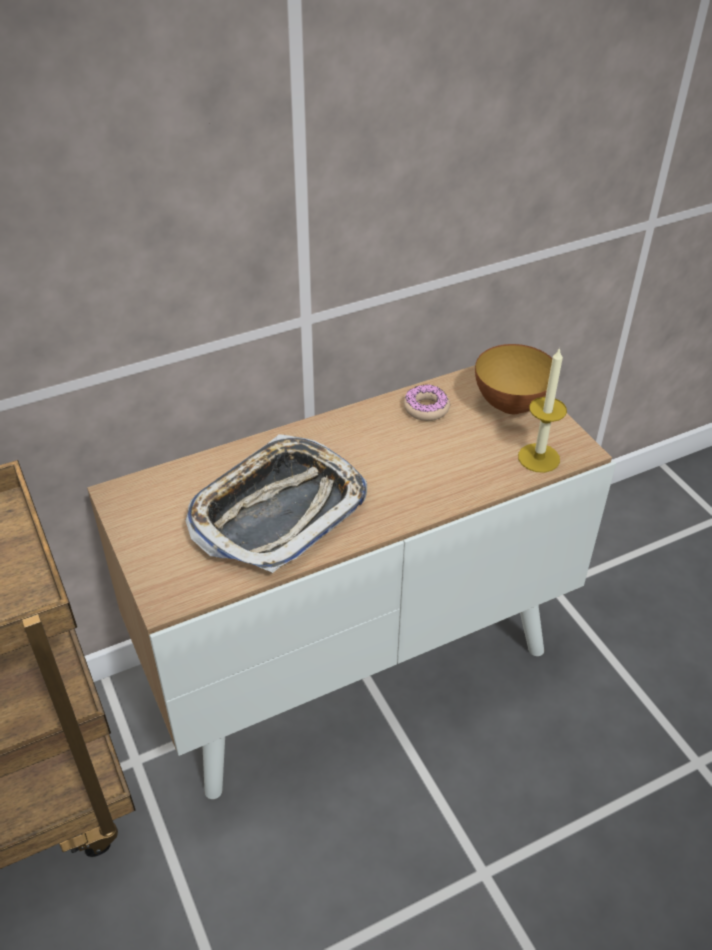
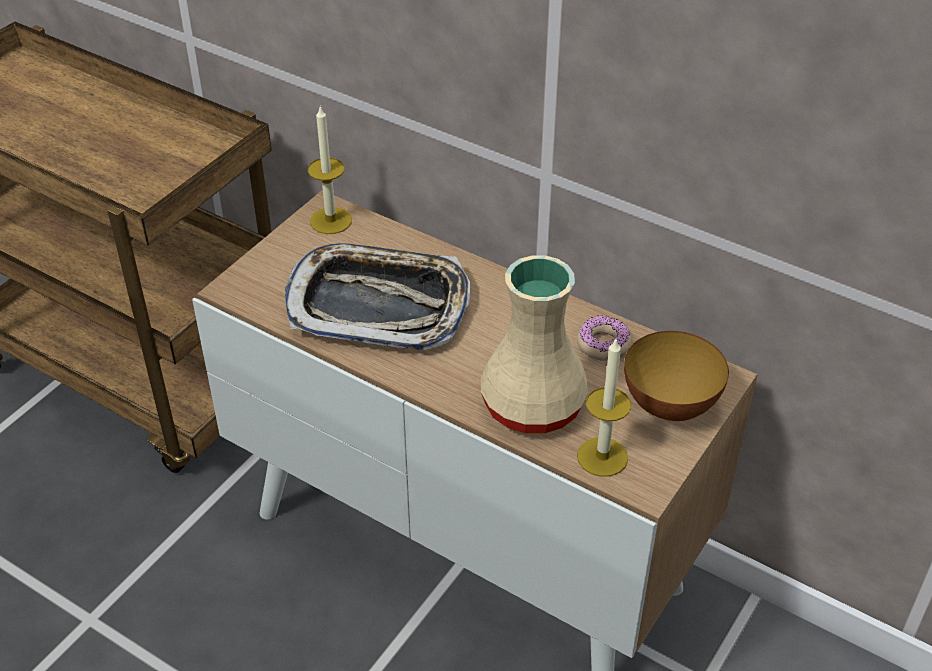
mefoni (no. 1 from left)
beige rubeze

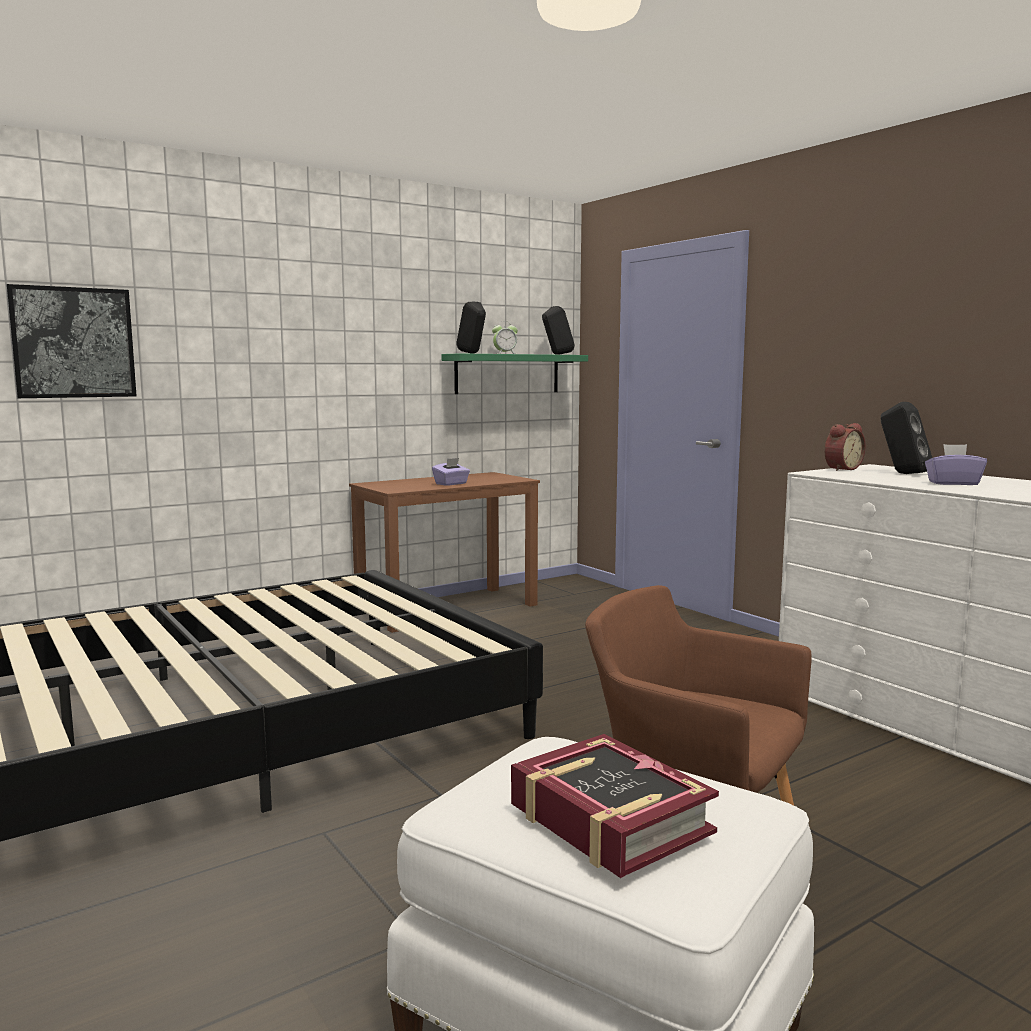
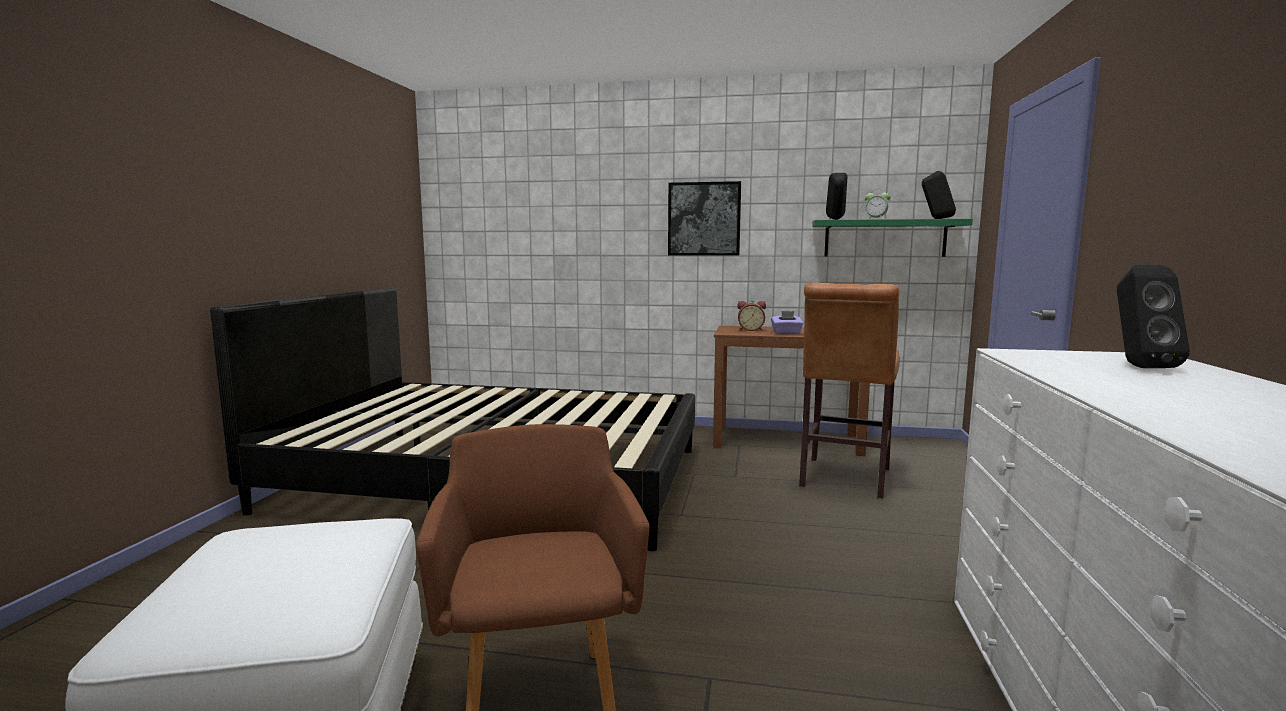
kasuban
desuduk
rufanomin (no. 1 from left)
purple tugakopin (no. 2 from left in the first image)
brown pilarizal

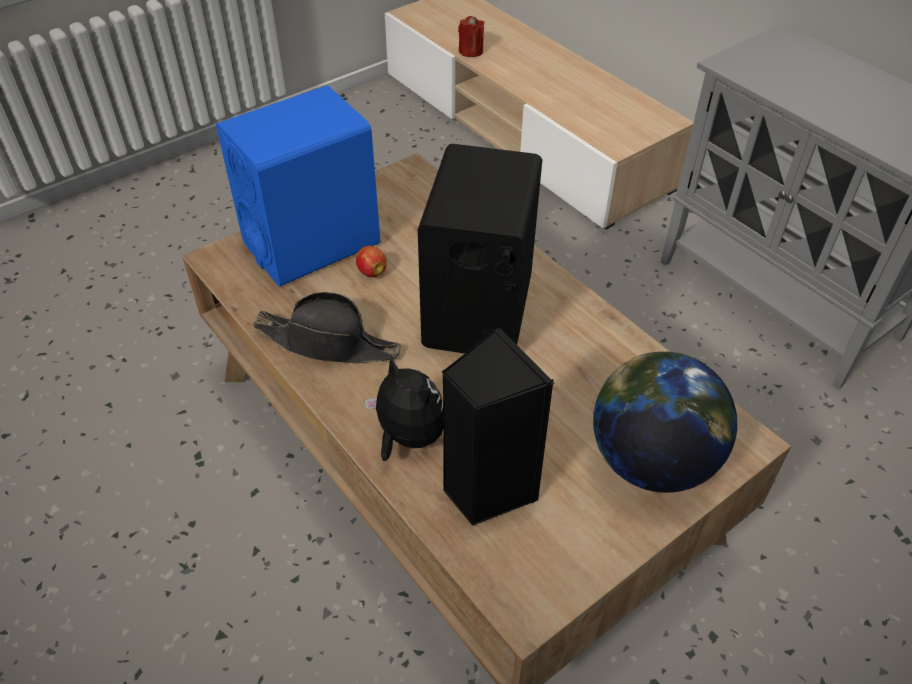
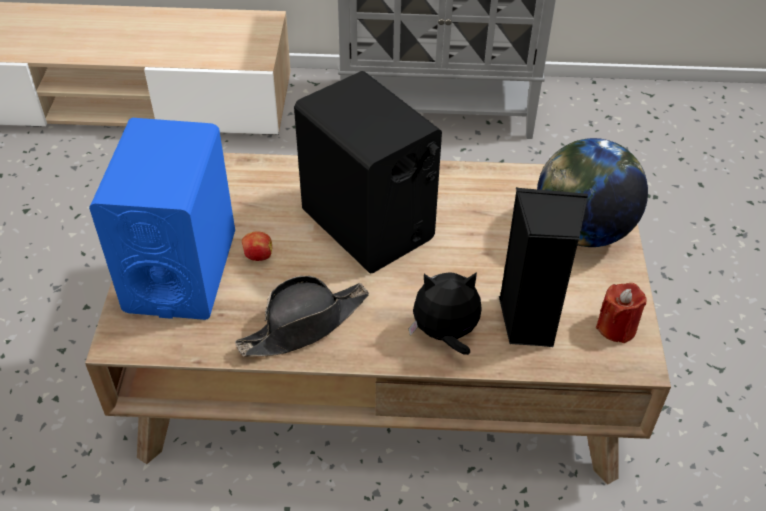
red mefoni

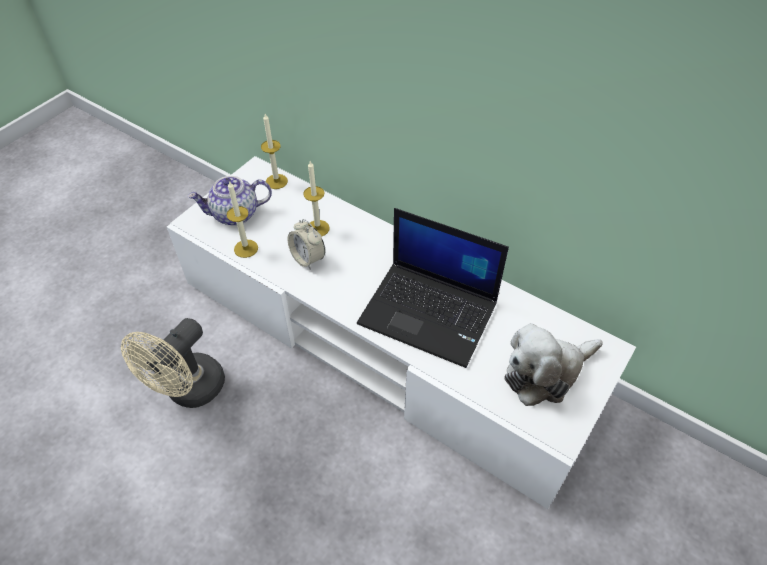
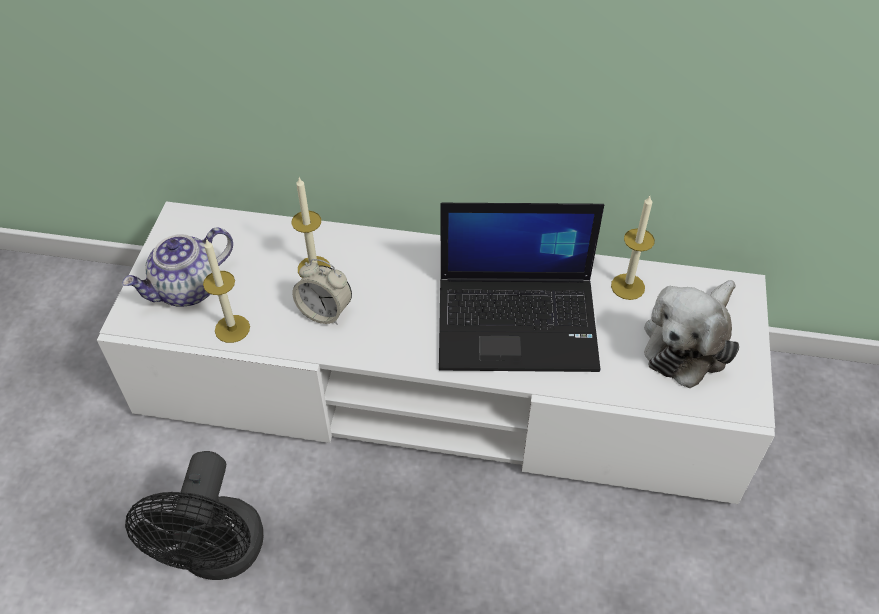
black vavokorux
mefoni (no. 3 from left)

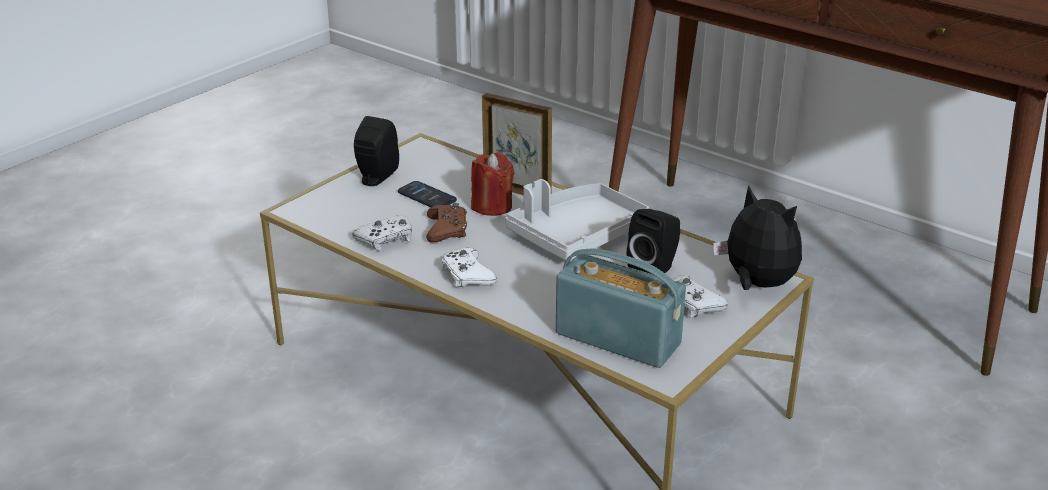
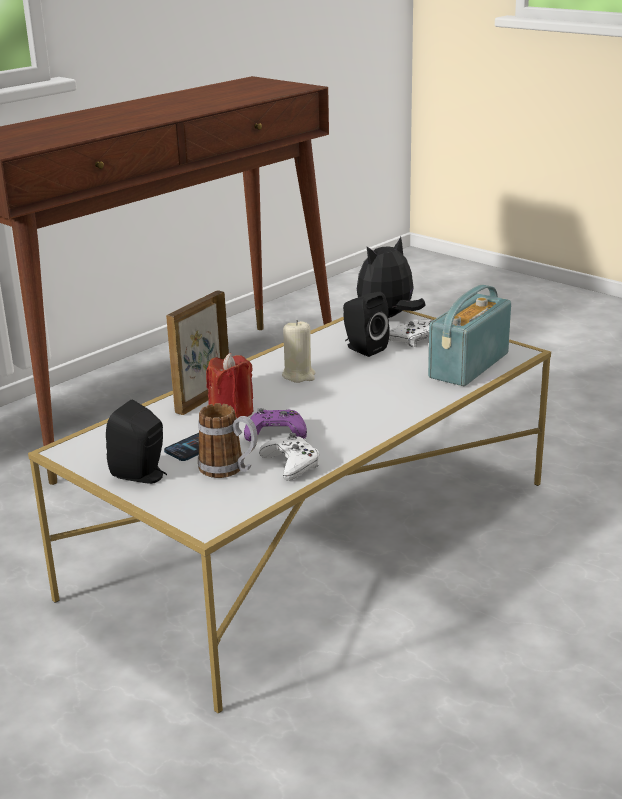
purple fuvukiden
white fuvukiden (no. 2 from left in the first image)
beige mefoni
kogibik

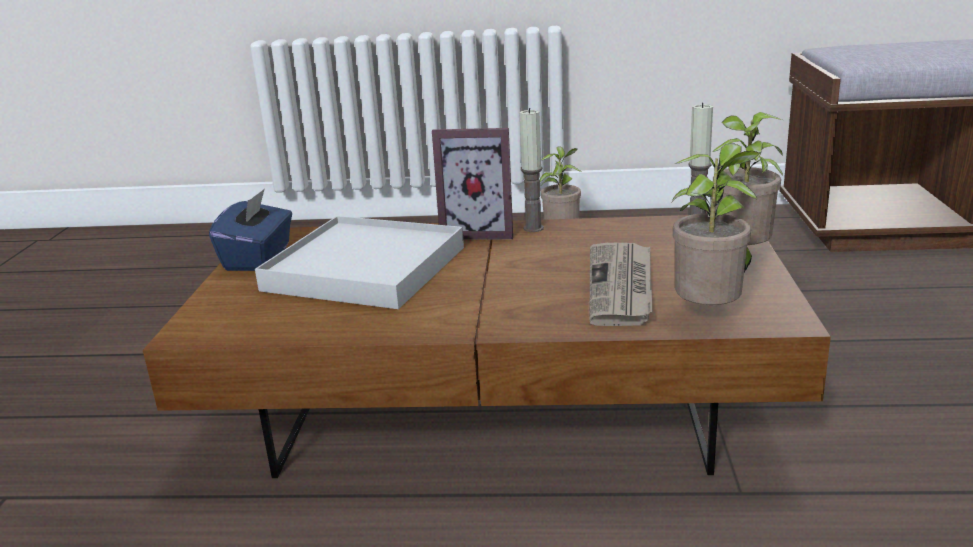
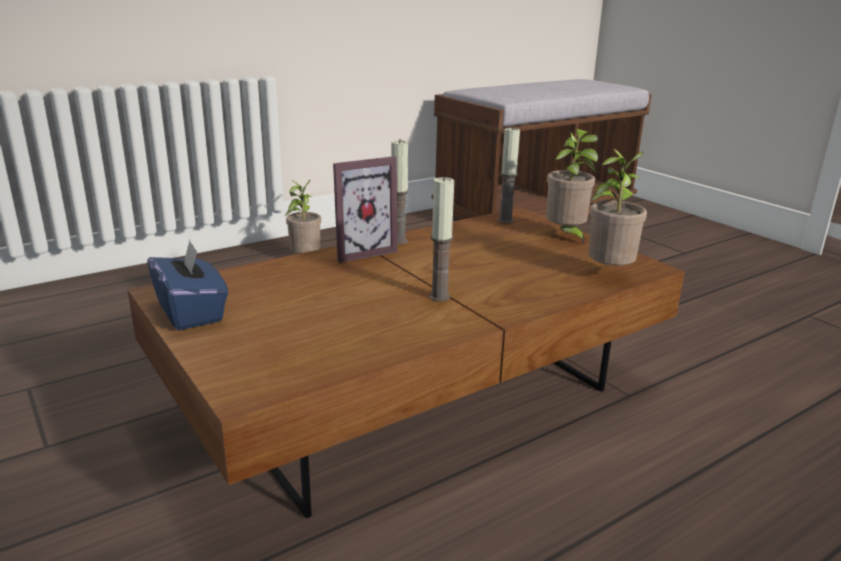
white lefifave
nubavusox
mefoni (no. 2 from left)

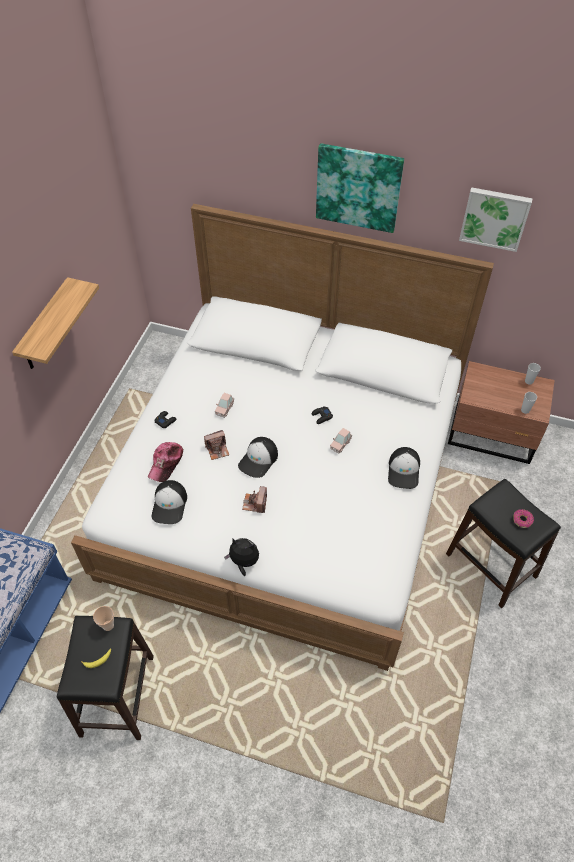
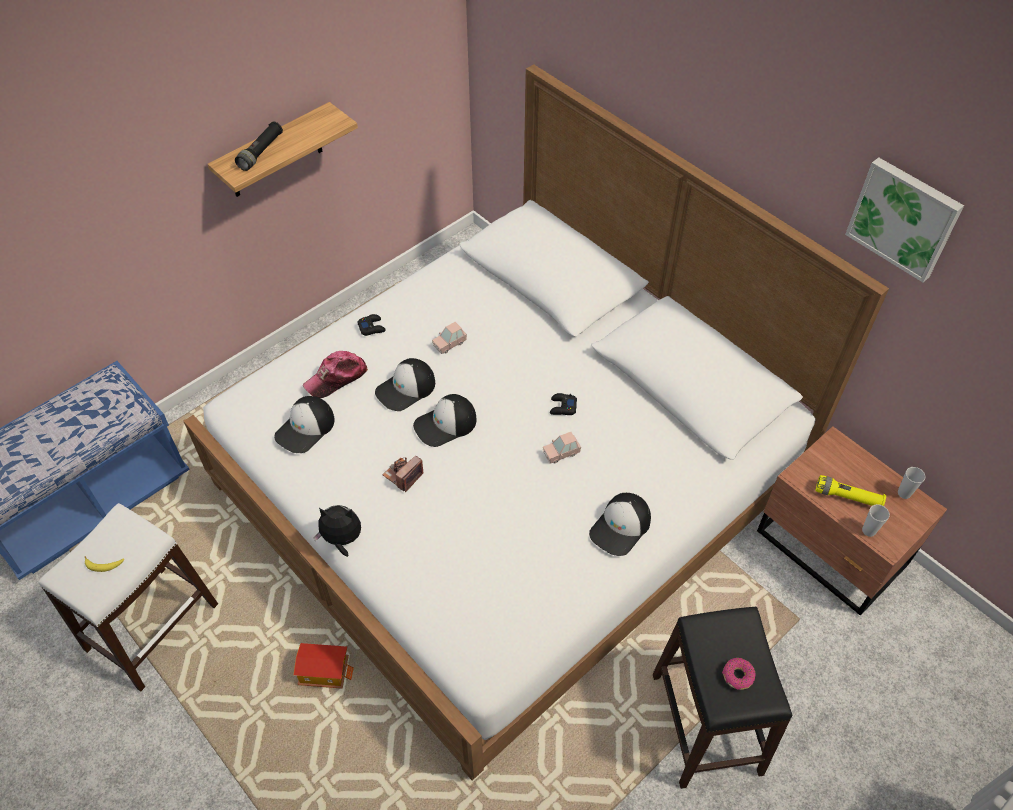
white pilarizal
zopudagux (no. 1 from left in the first image)
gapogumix (no. 3 from left)
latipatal
kasuban (no. 1 from left in the first image)
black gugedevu
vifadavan
yellow gugedevu

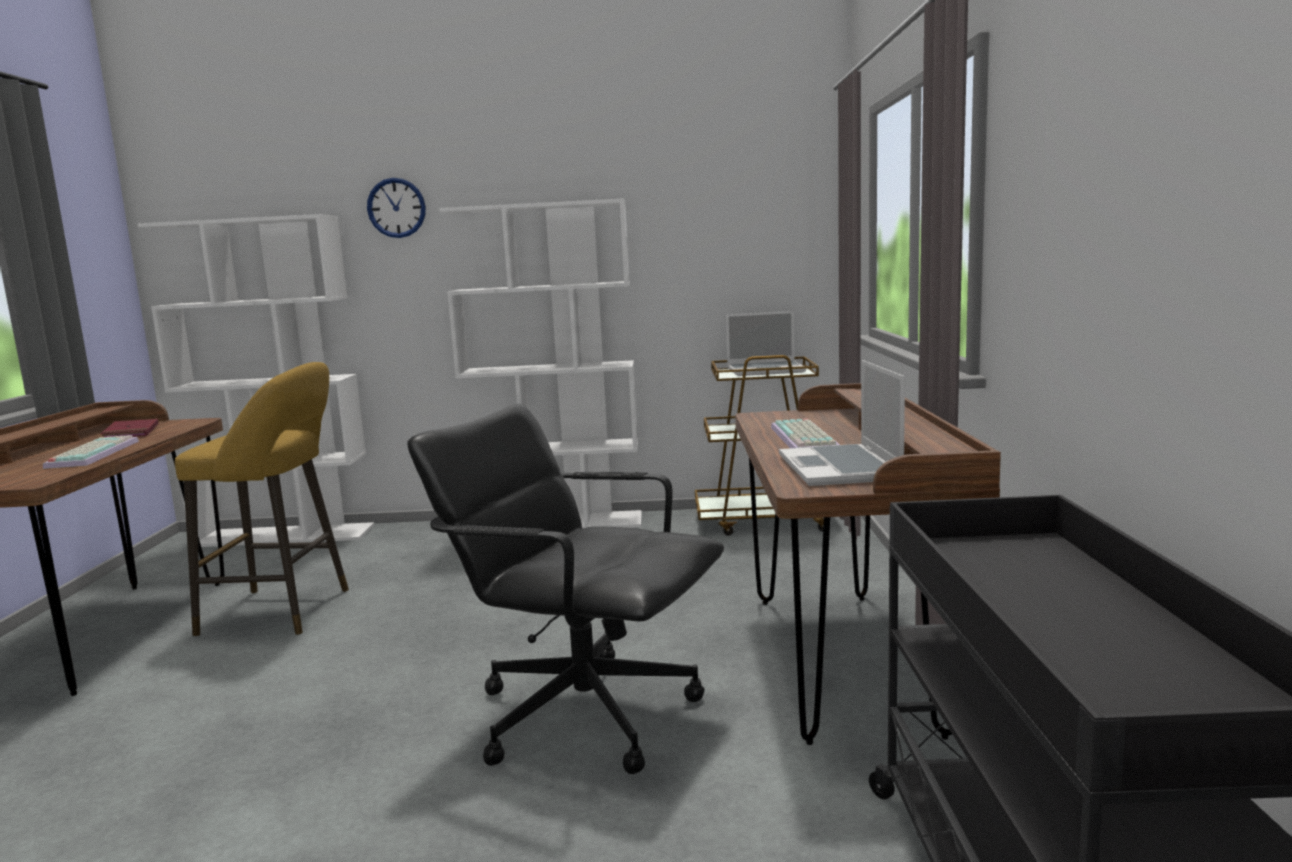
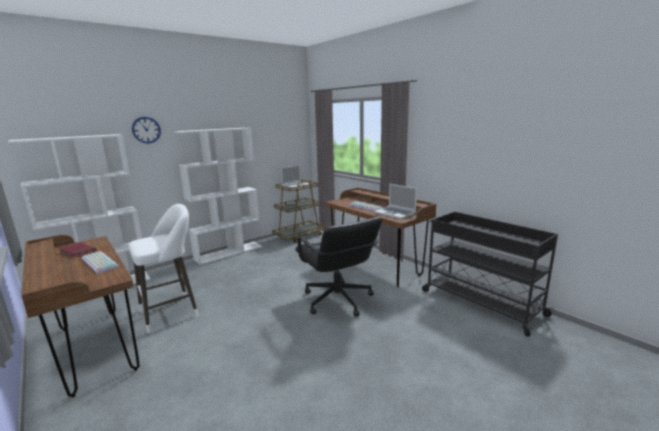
white pilarizal
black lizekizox

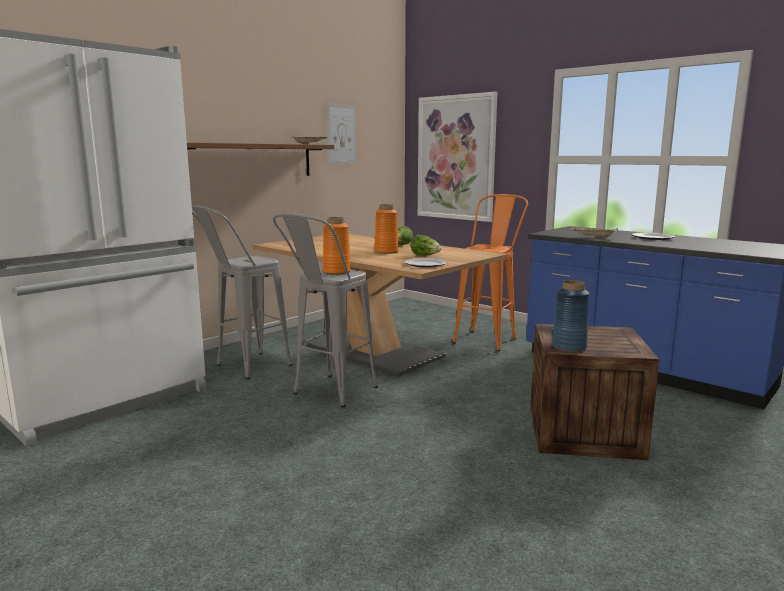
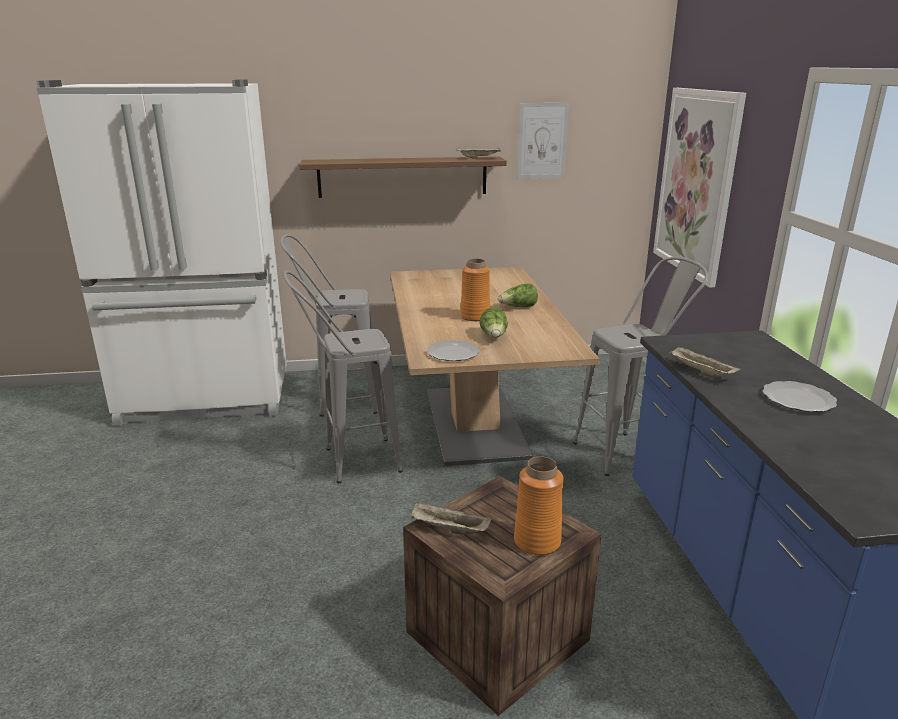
orange rubeze (no. 2 from left)
grey pilarizal (no. 3 from left)
beige lefifave (no. 1 from left)

